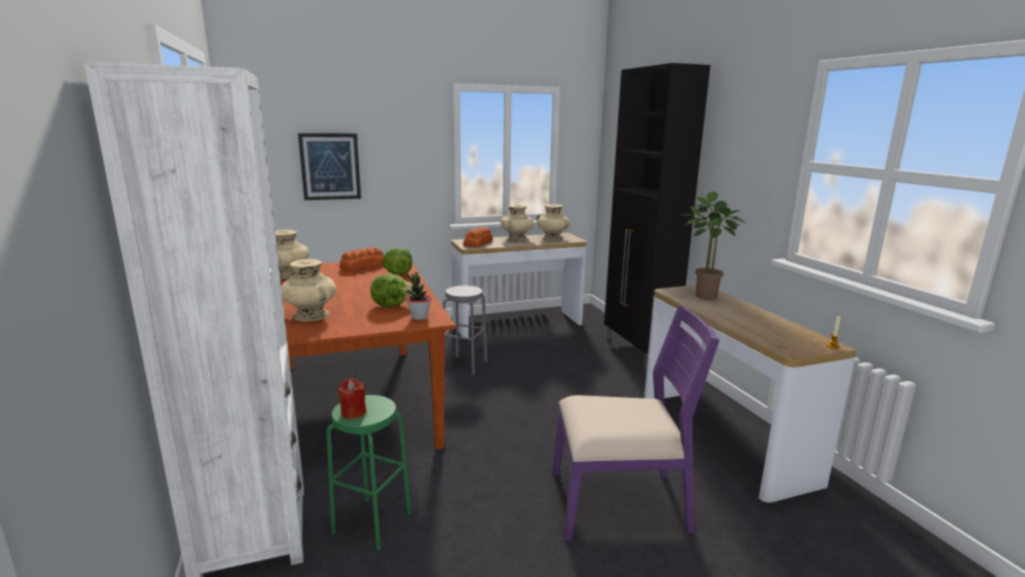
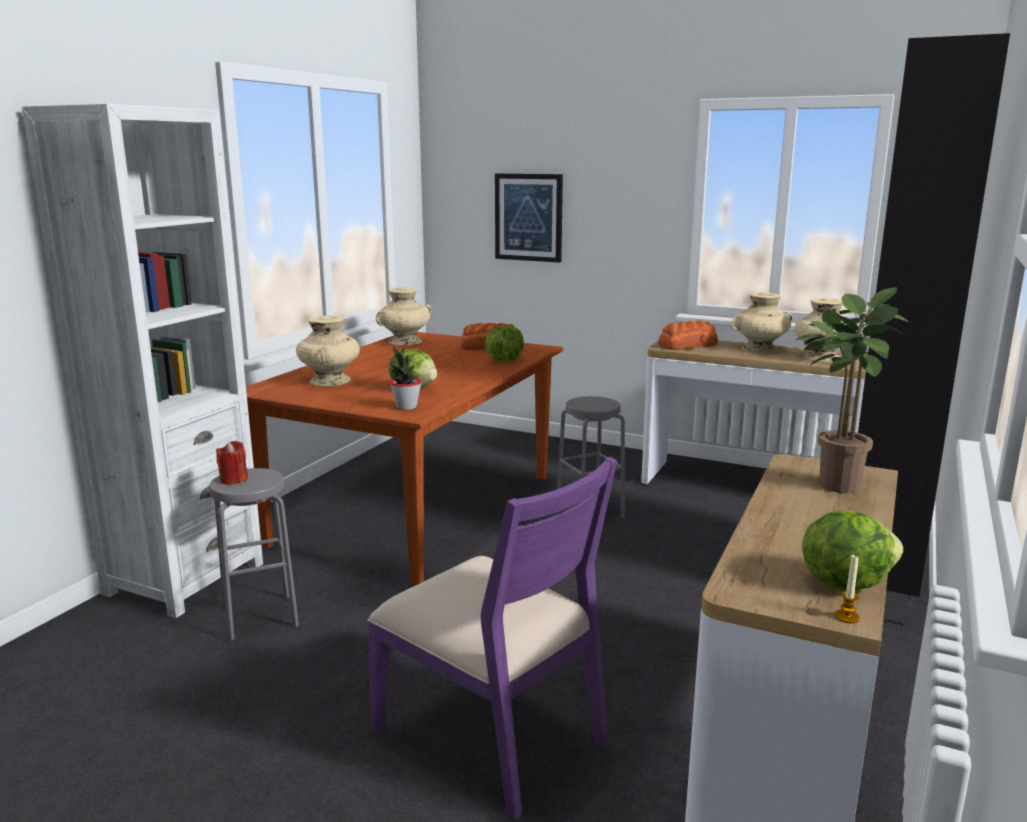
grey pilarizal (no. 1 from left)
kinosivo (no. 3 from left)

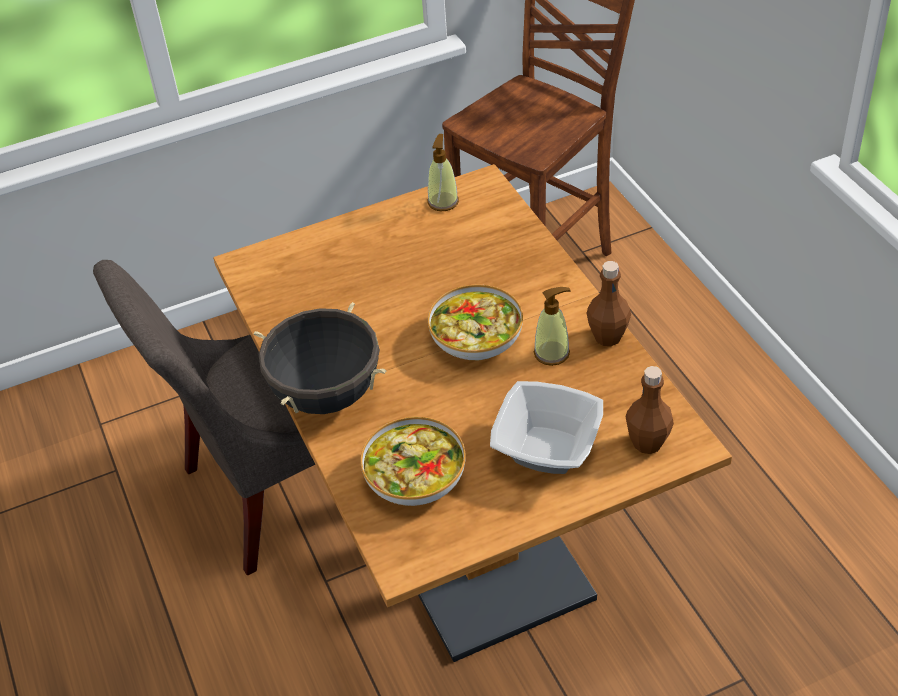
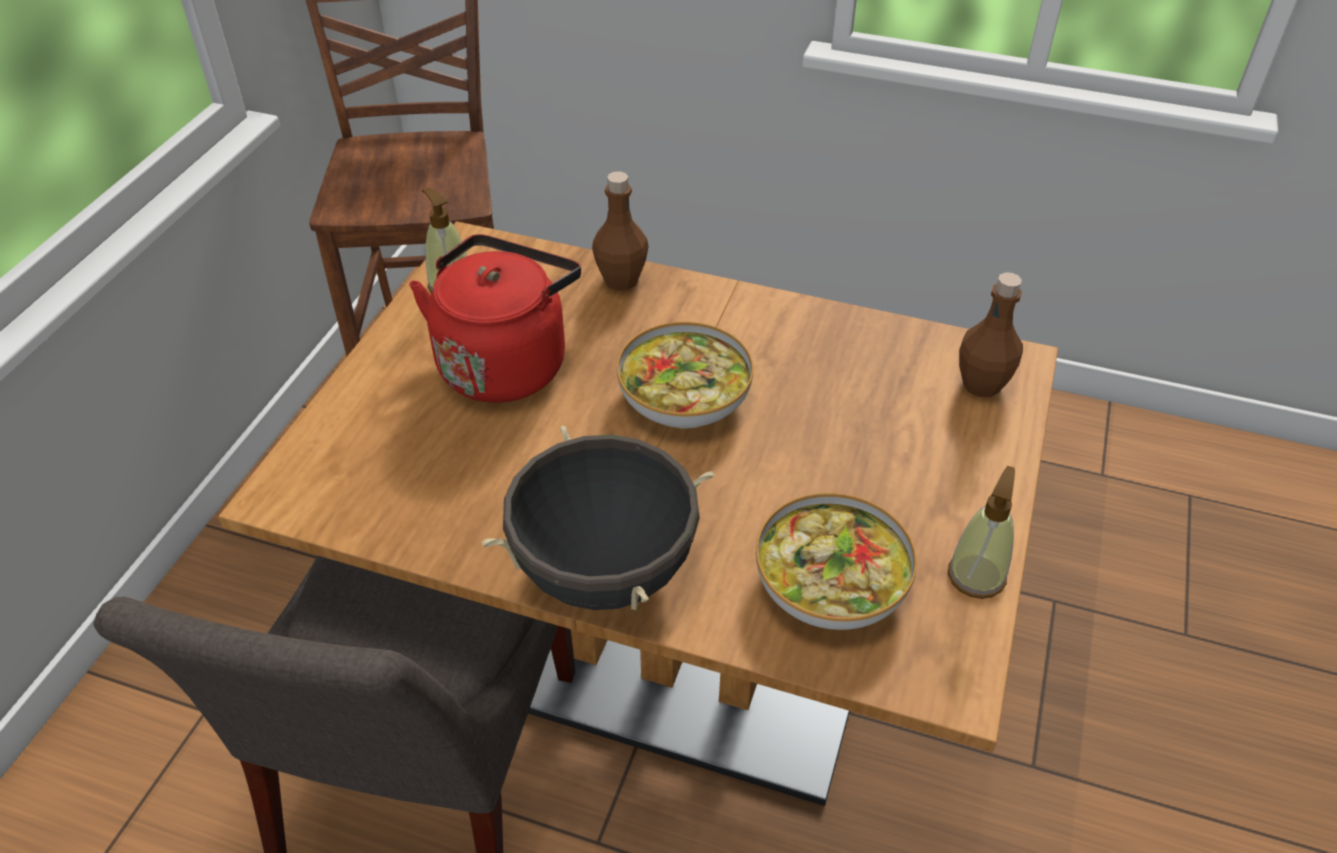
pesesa (no. 3 from left in the first image)
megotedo (no. 2 from left)
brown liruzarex (no. 1 from left)
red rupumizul

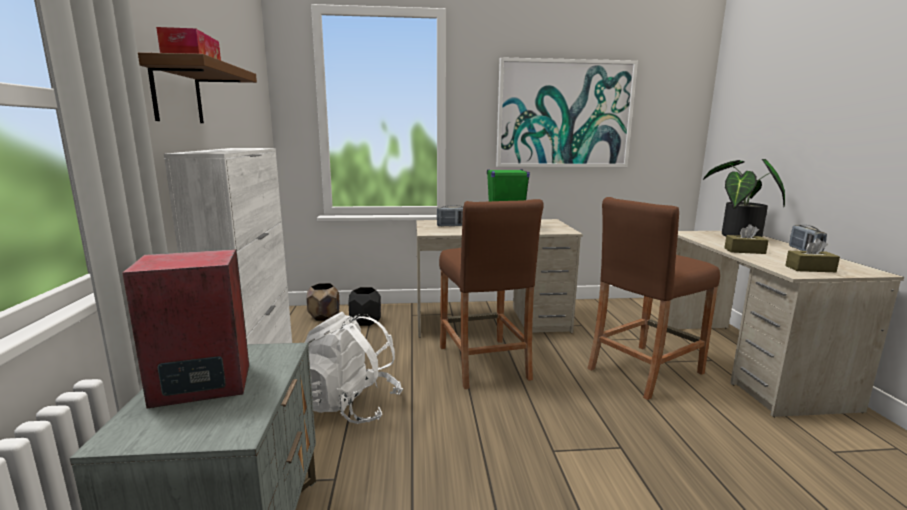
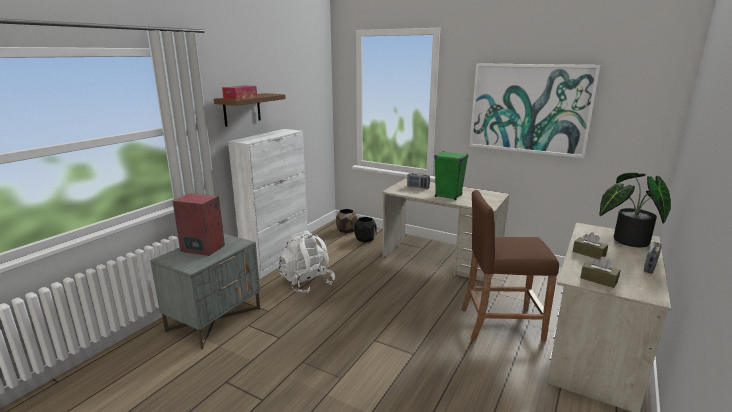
brown pilarizal (no. 1 from left in the first image)

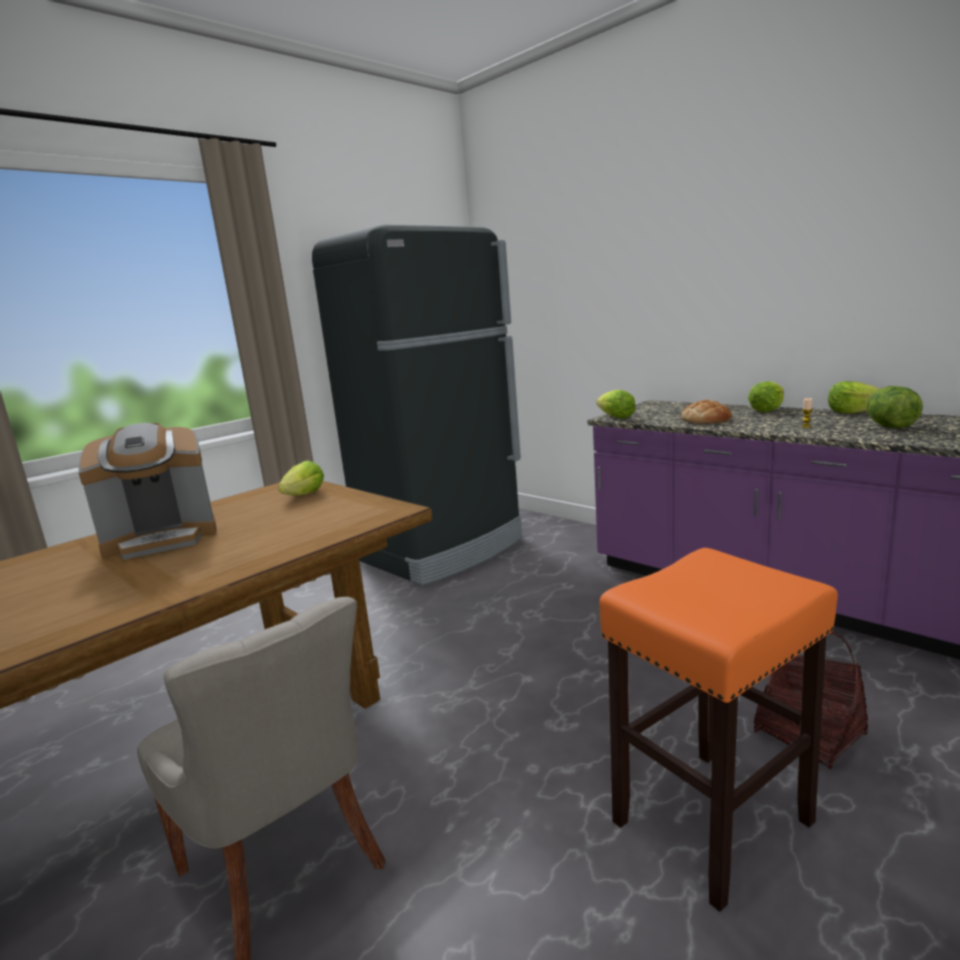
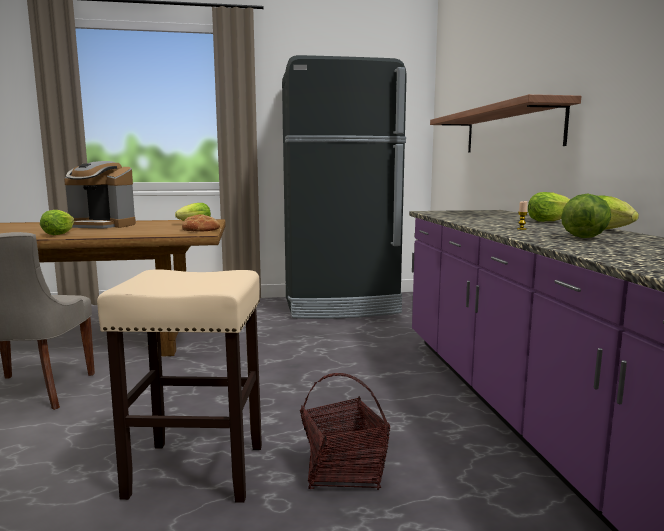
kinosivo (no. 1 from left)
beige pilarizal
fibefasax
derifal

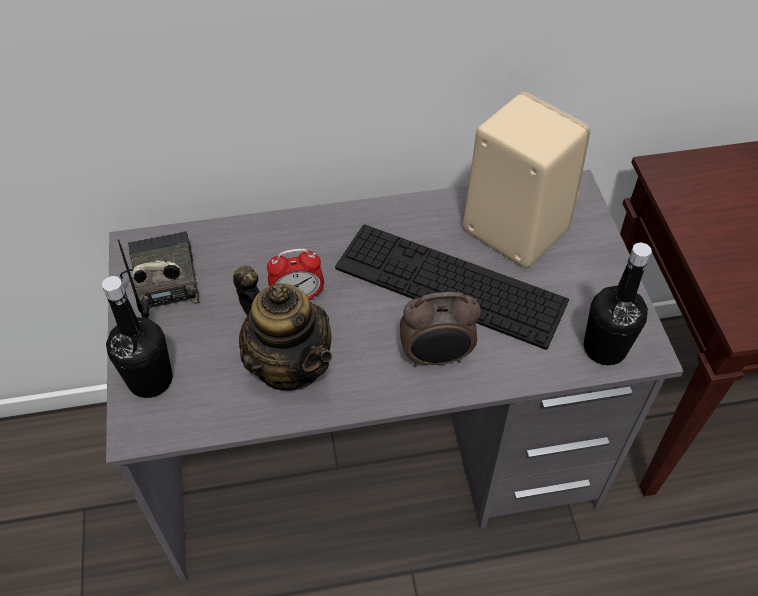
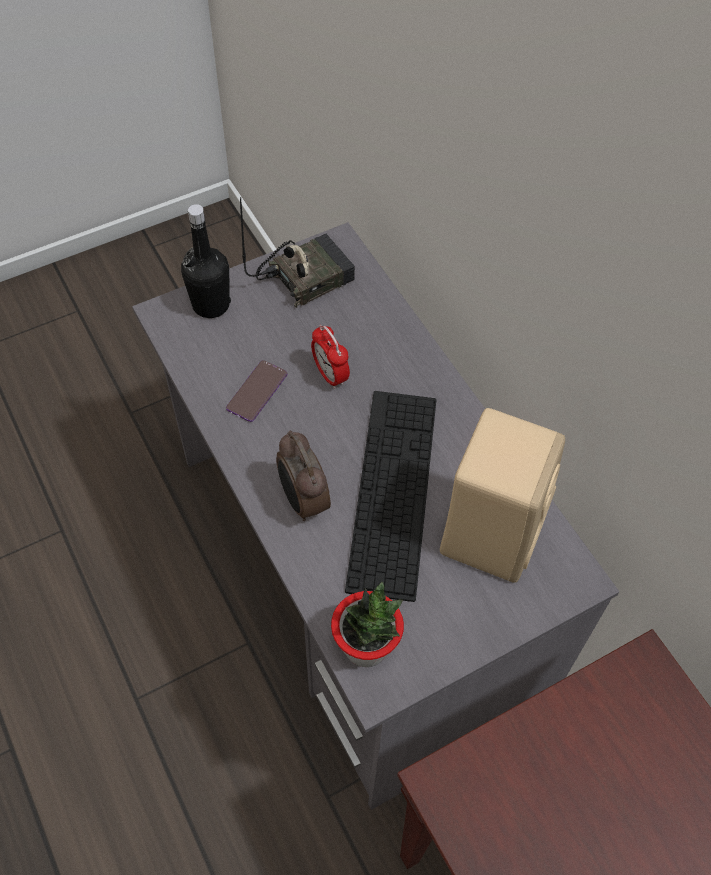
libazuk
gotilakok

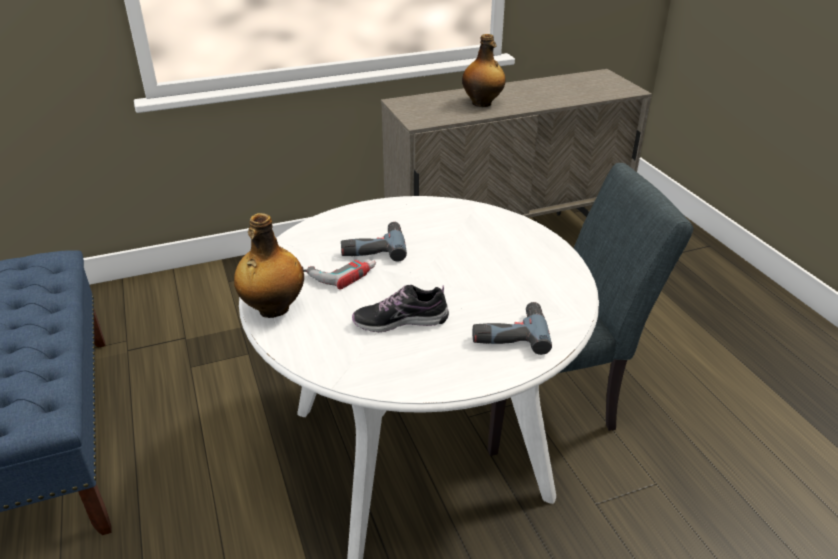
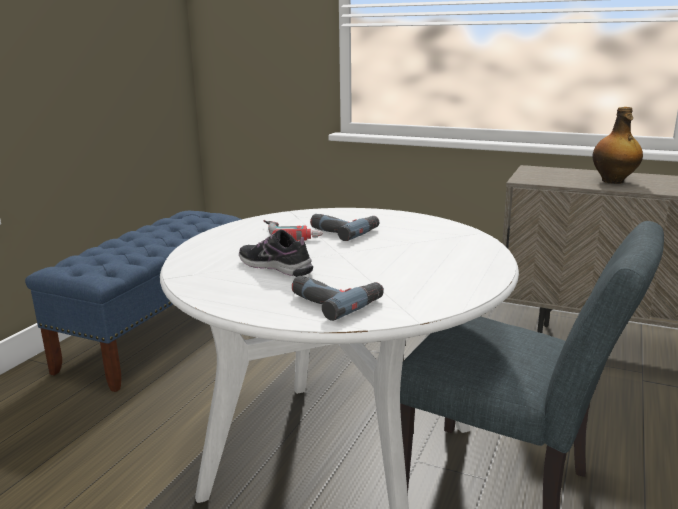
liruzarex (no. 1 from left in the first image)

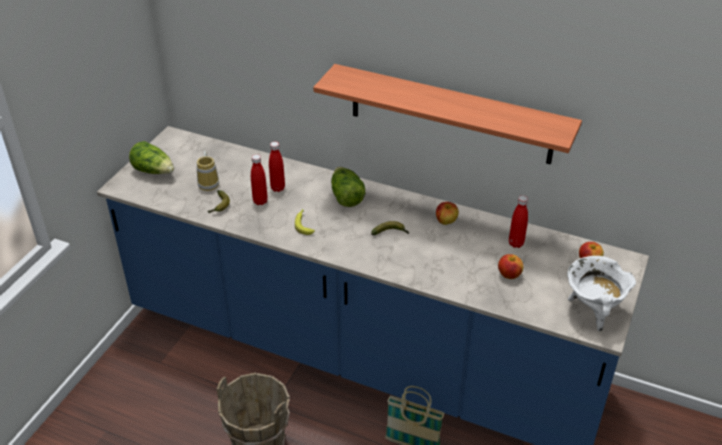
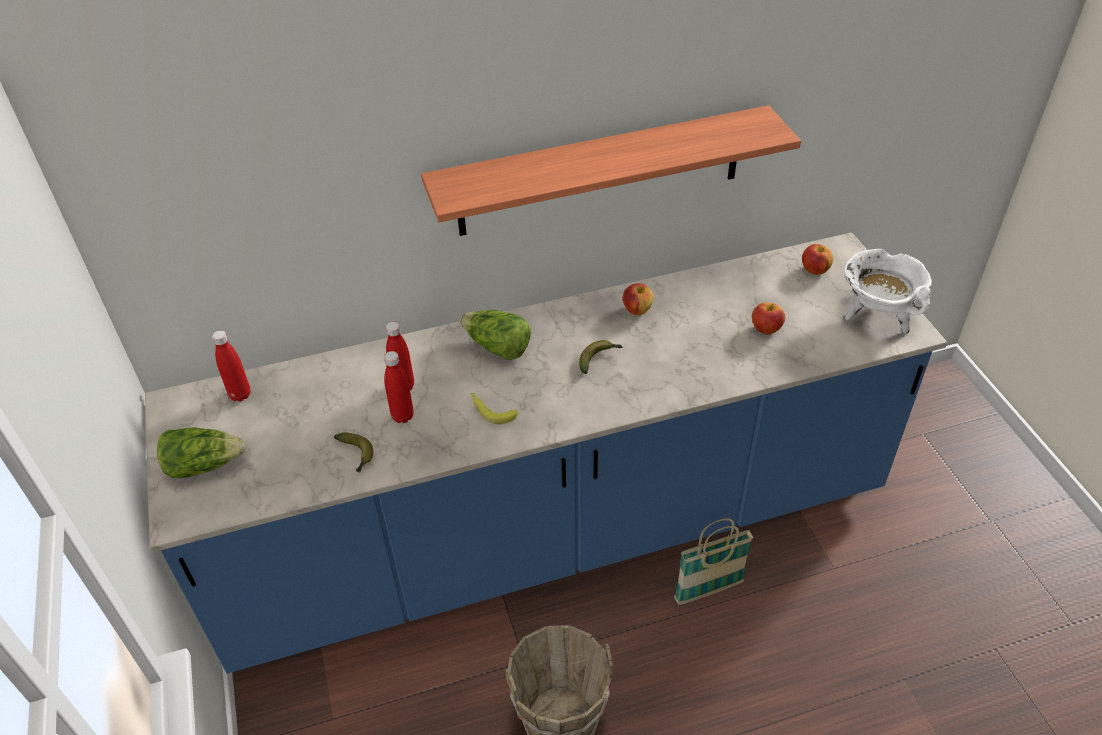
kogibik
red liruzarex (no. 1 from left)

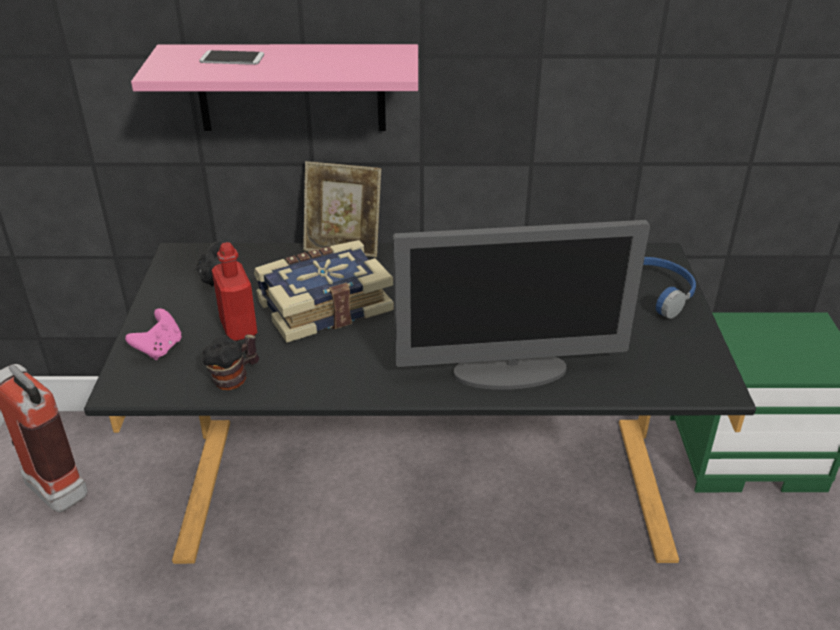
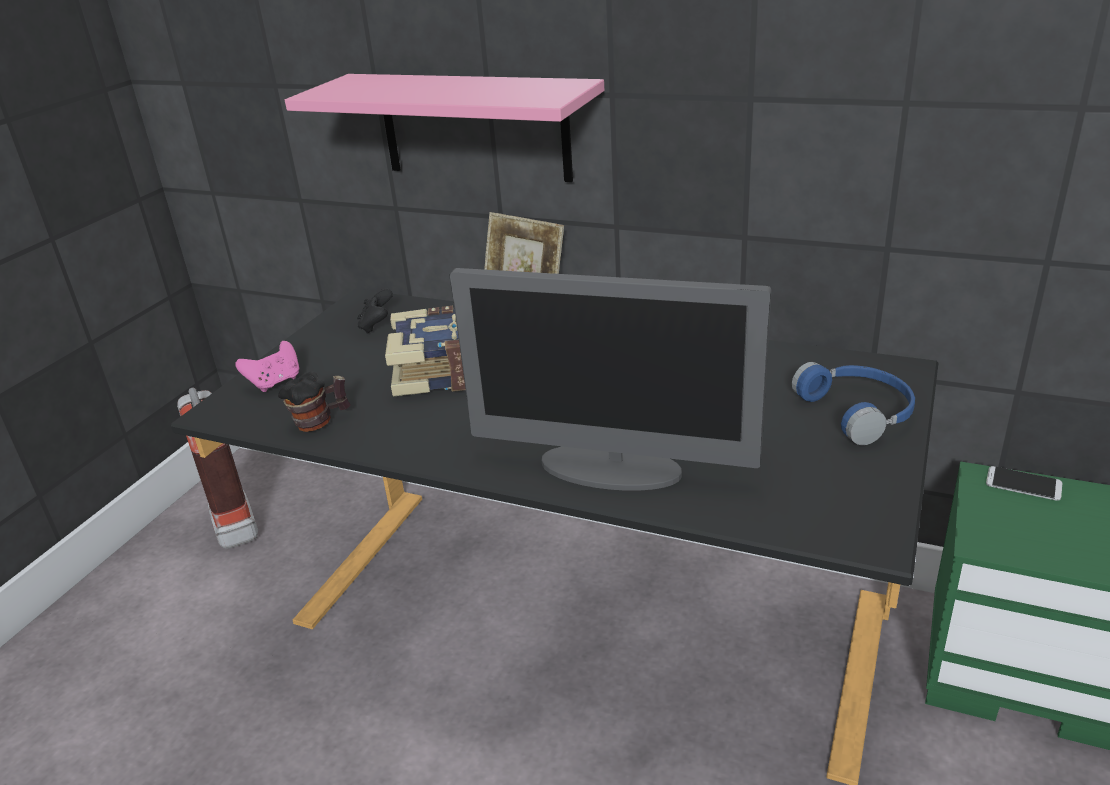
libazuk
red liruzarex

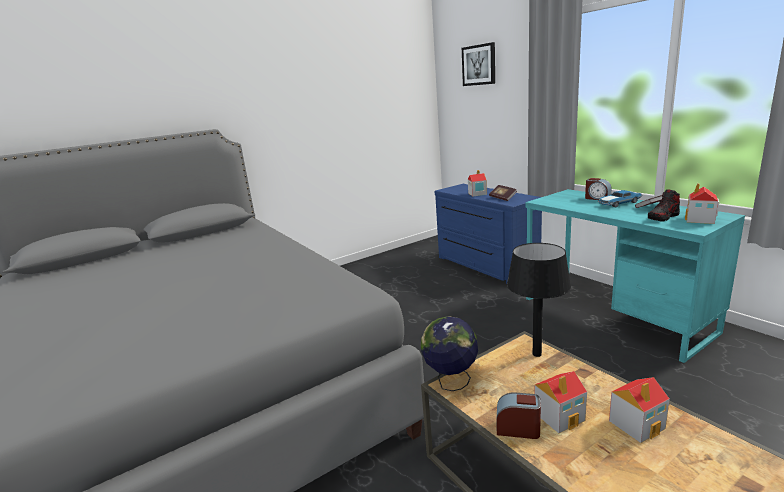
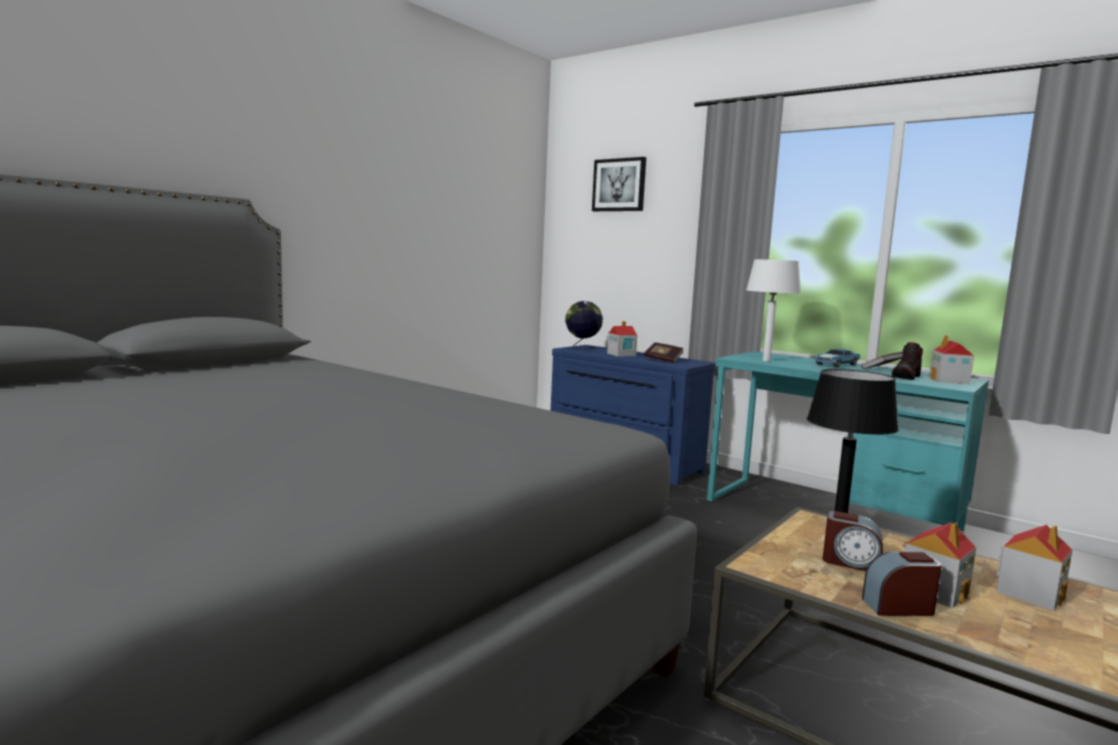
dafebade
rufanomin (no. 1 from left)
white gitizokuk

